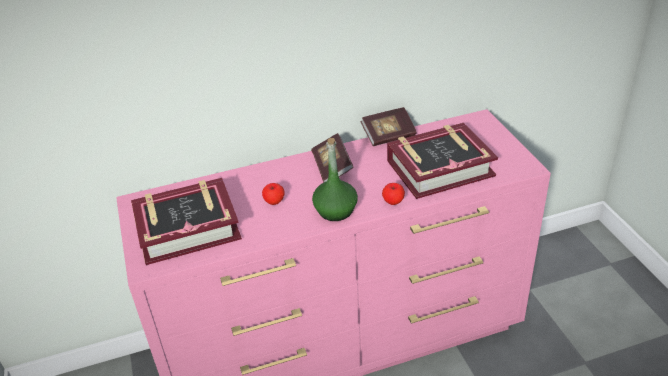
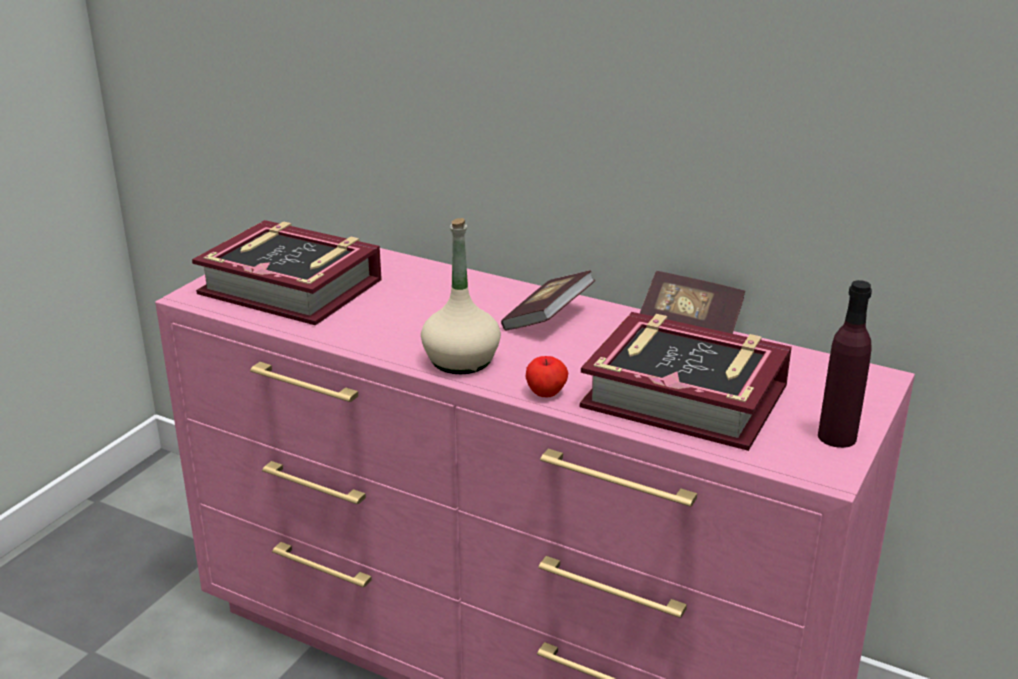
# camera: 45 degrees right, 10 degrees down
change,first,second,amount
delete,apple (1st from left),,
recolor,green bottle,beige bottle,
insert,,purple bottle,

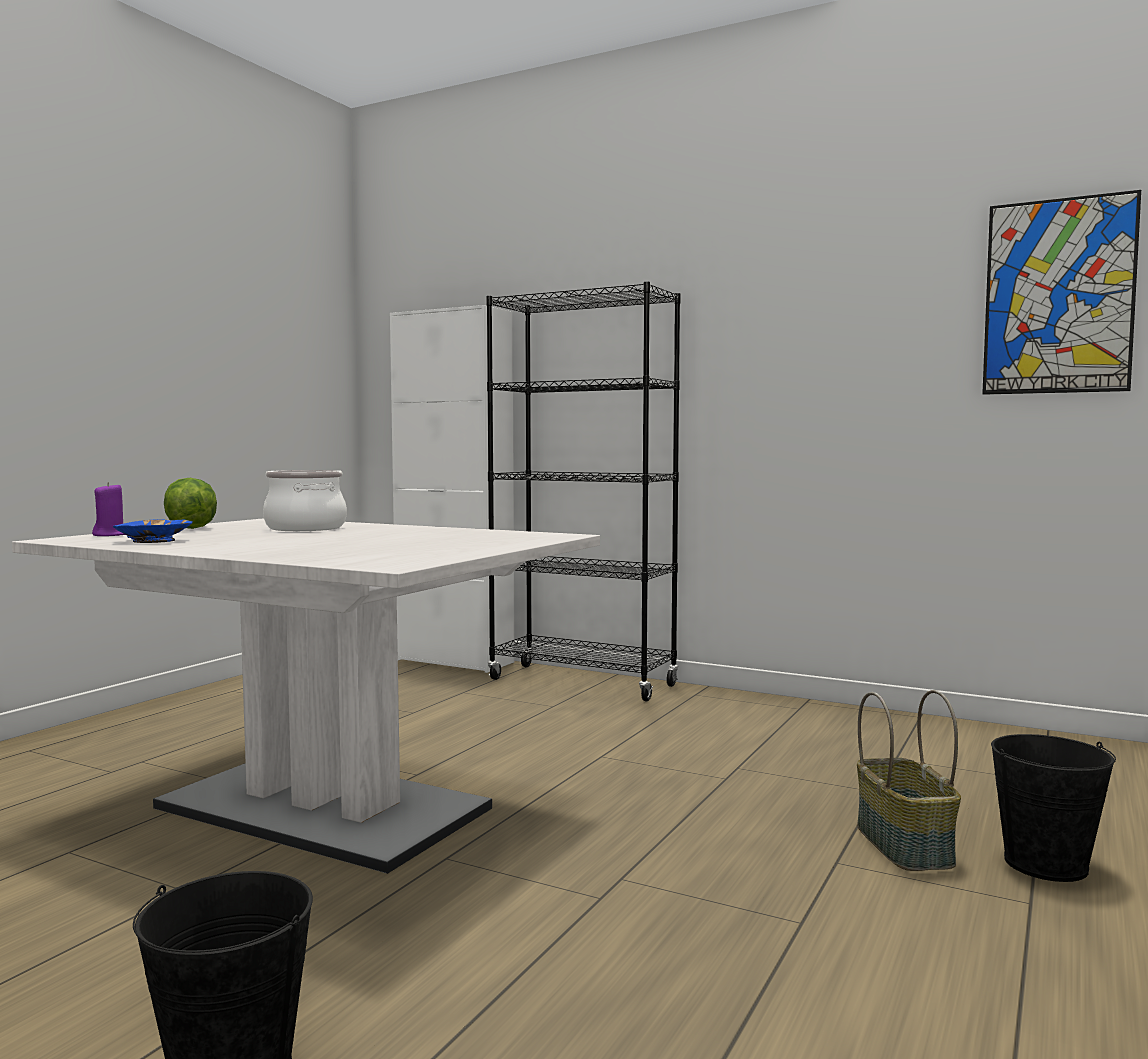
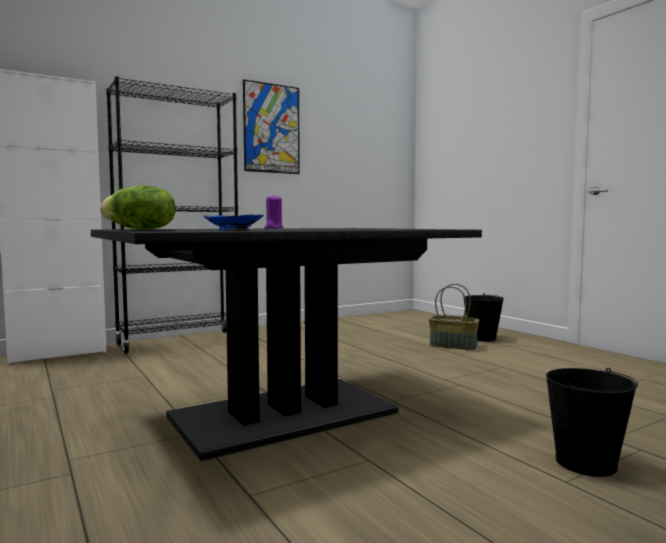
# camera: 60 degrees left, 0 degrees up
change,first,second,amount
recolor,white dining table,black dining table,
move,purple candle,,
delete,cooking pot,,
move,picture,,

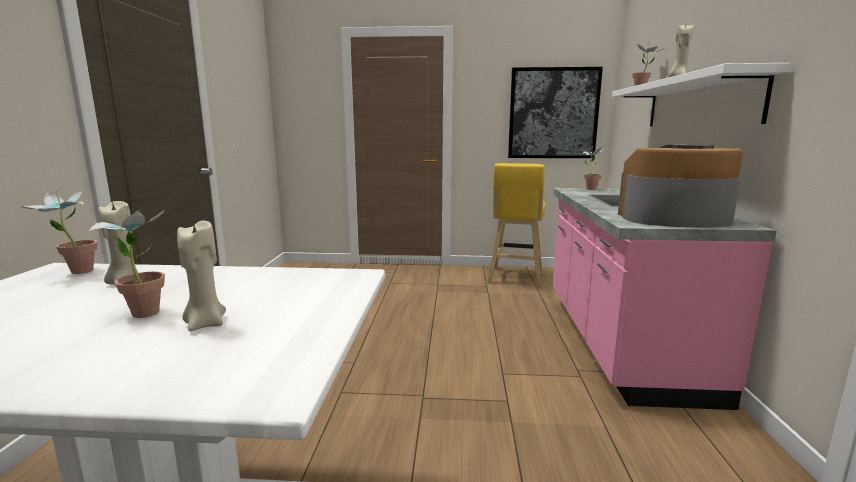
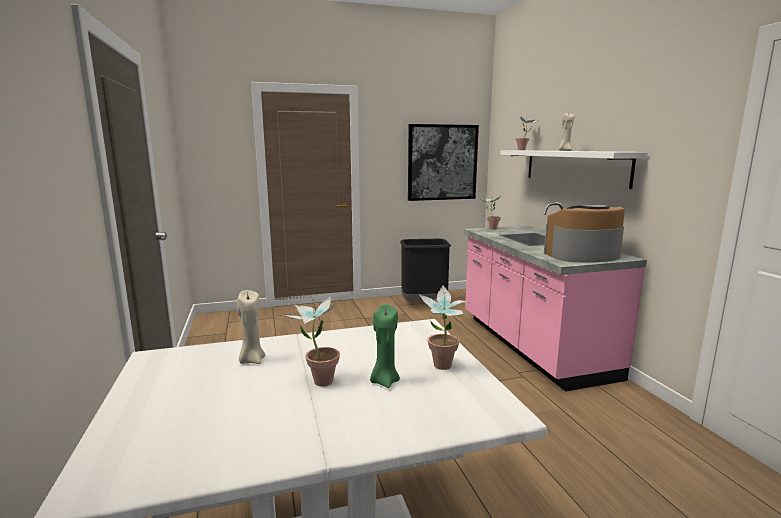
# camera: 20 degrees left, 0 degrees up
change,first,second,amount
move,potted plant (1st from left in the first image),potted plant (2nd from left),
recolor,beige candle (2nd from left),green candle,
replace,yellow stool,black trash can,

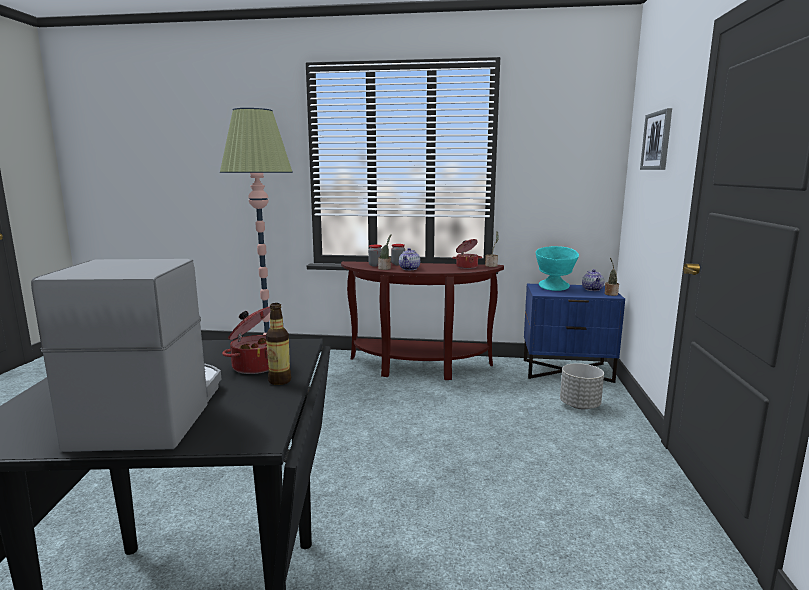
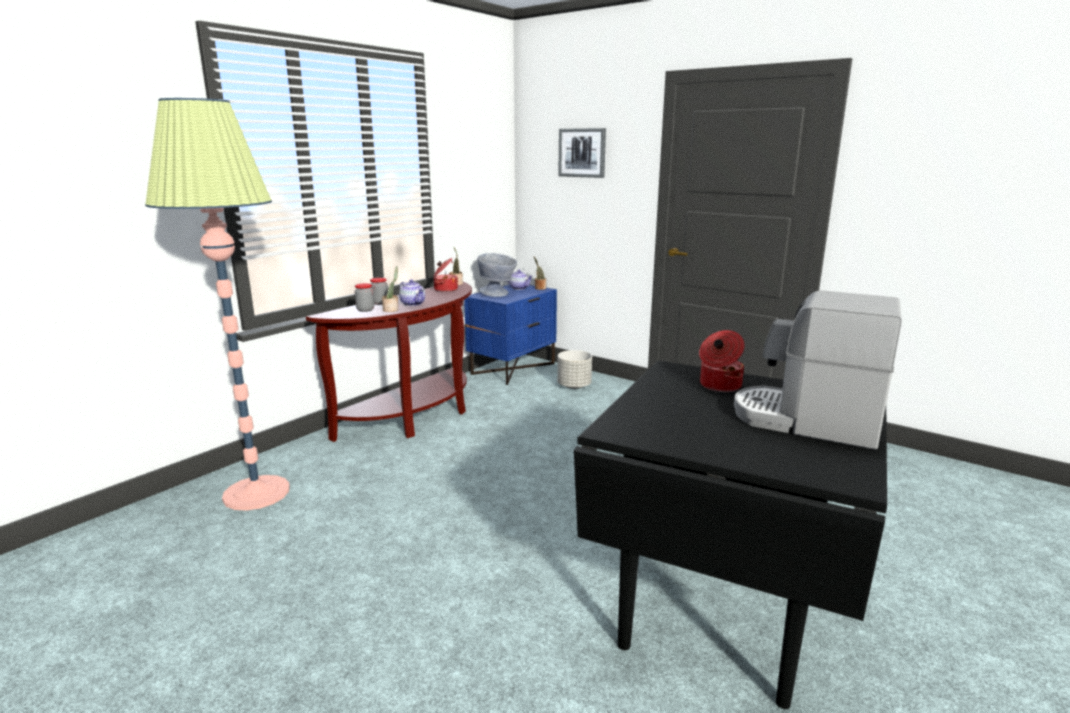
# camera: 60 degrees left, 5 degrees up
change,first,second,amount
delete,bottle,,
recolor,turquoise bowl,grey bowl,

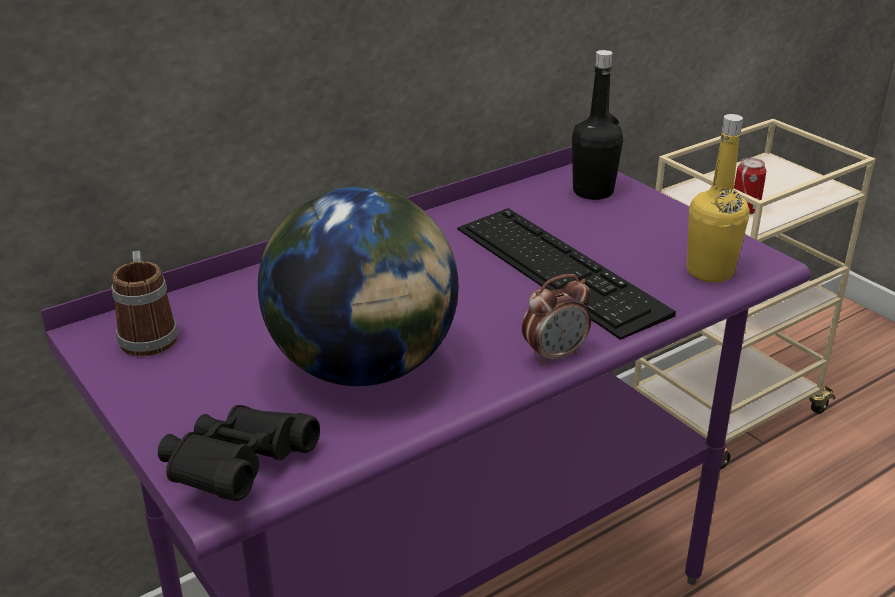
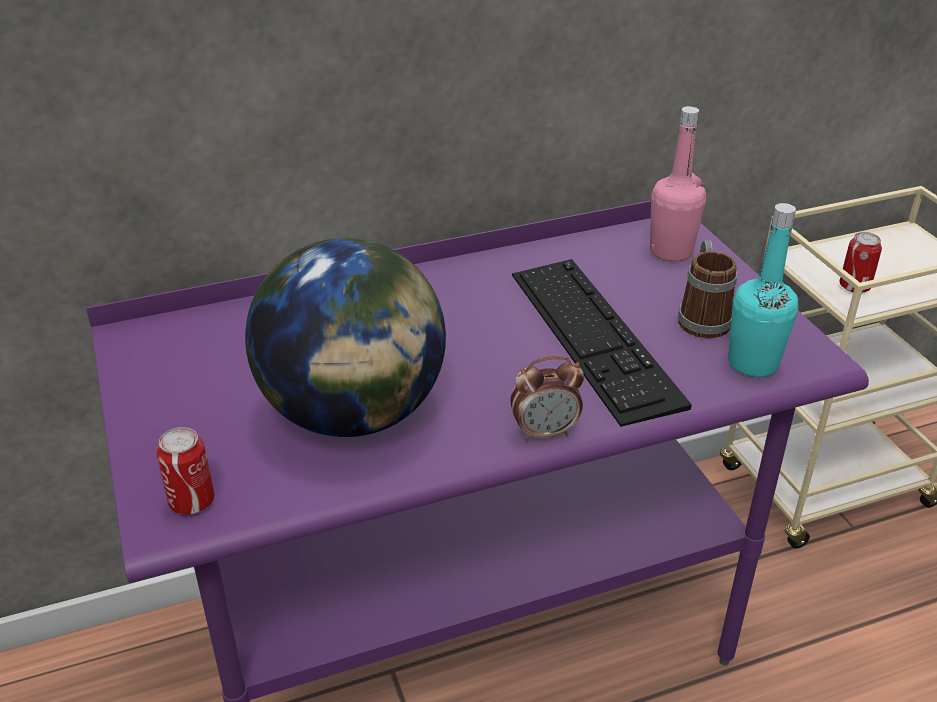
# camera: 15 degrees right, 5 degrees up
change,first,second,amount
move,mug,,
replace,black binoculars,can (1st from left),
recolor,black bottle,pink bottle,
recolor,yellow bottle,turquoise bottle,

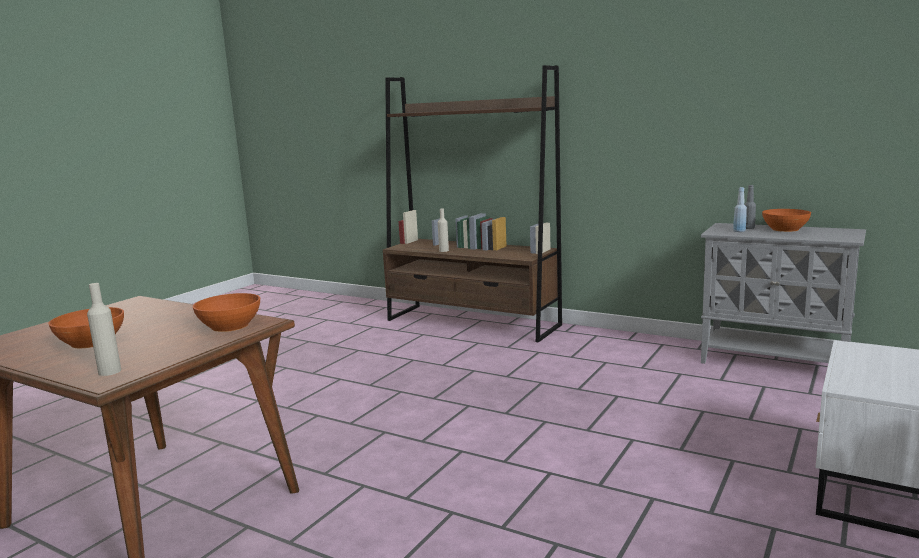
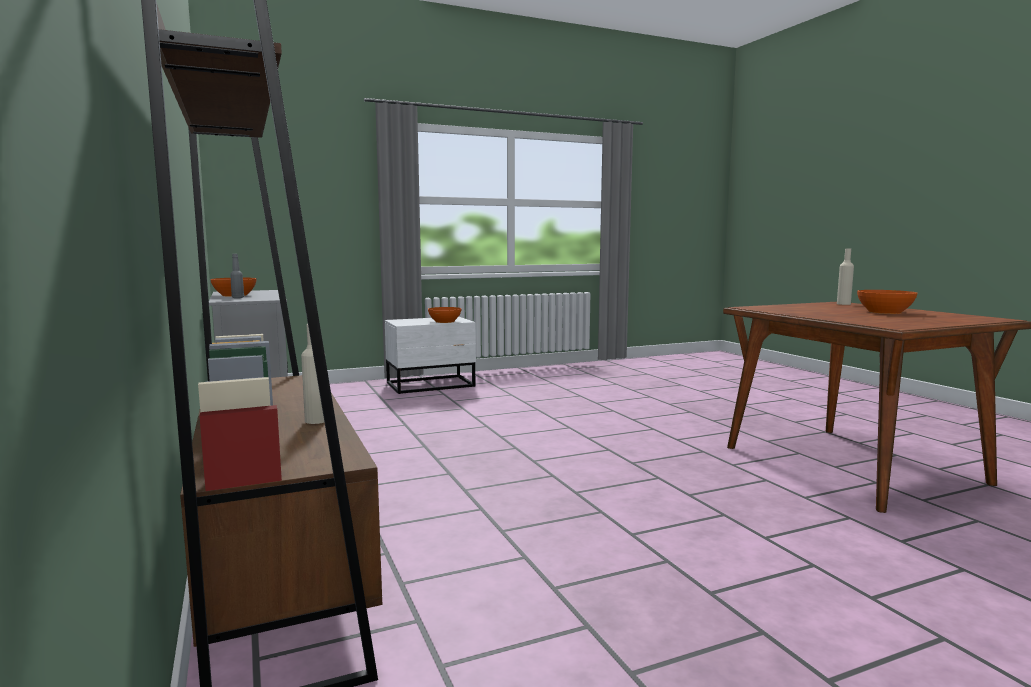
# camera: 145 degrees left, 5 degrees down
change,first,second,amount
move,orange bowl (2nd from left),,
delete,blue bottle,,

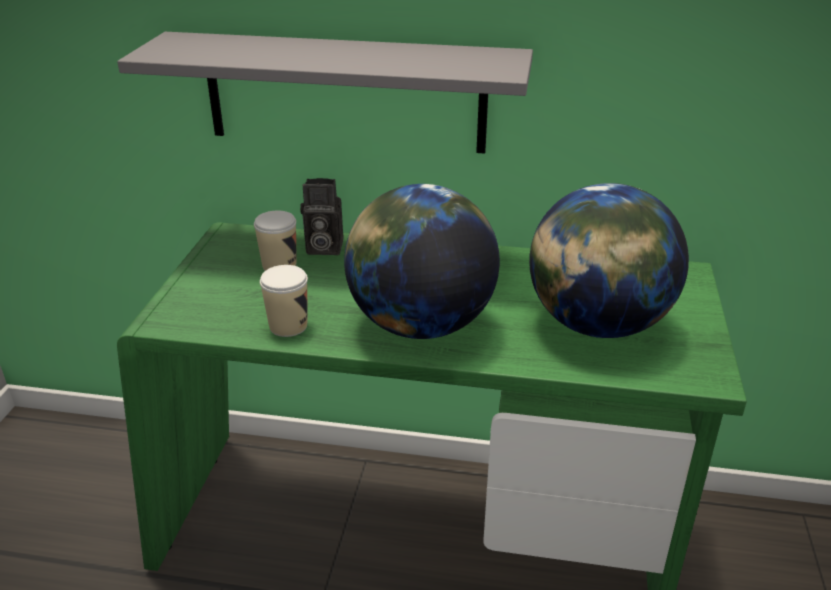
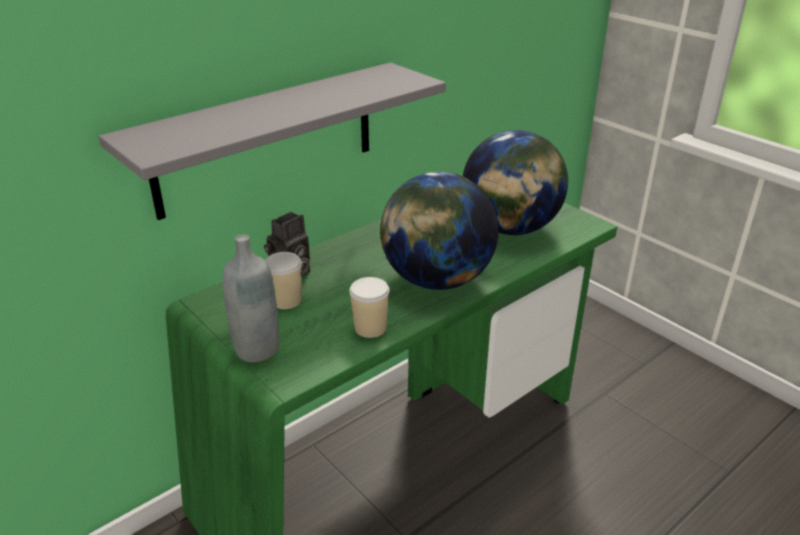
# camera: 50 degrees left, 0 degrees up
change,first,second,amount
insert,,grey bottle,

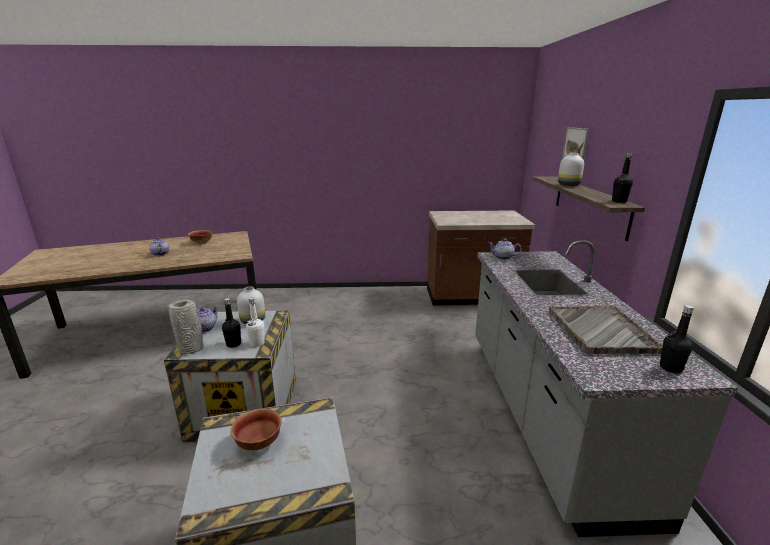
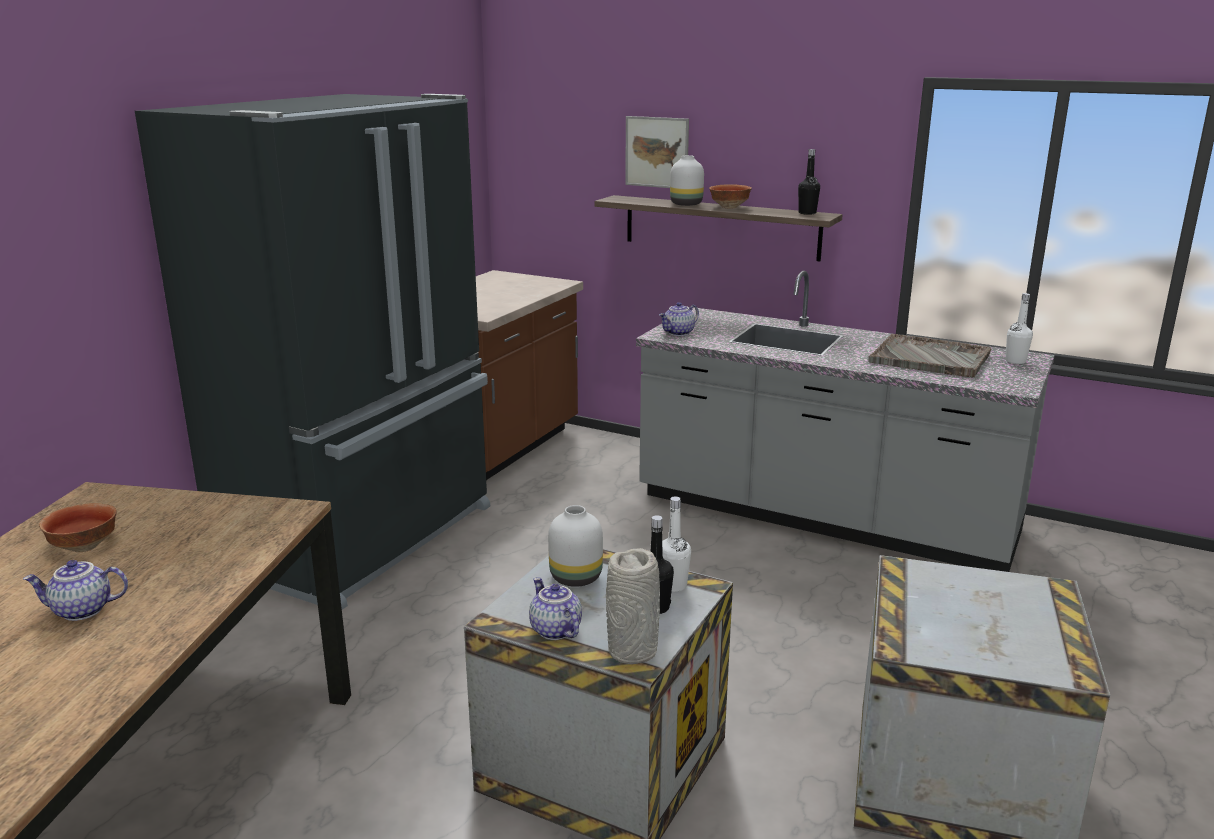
# camera: 60 degrees left, 0 degrees up
change,first,second,amount
move,bowl (2nd from left),,
recolor,black bottle (3rd from left),white bottle (2nd from left),
insert,,black fridge,

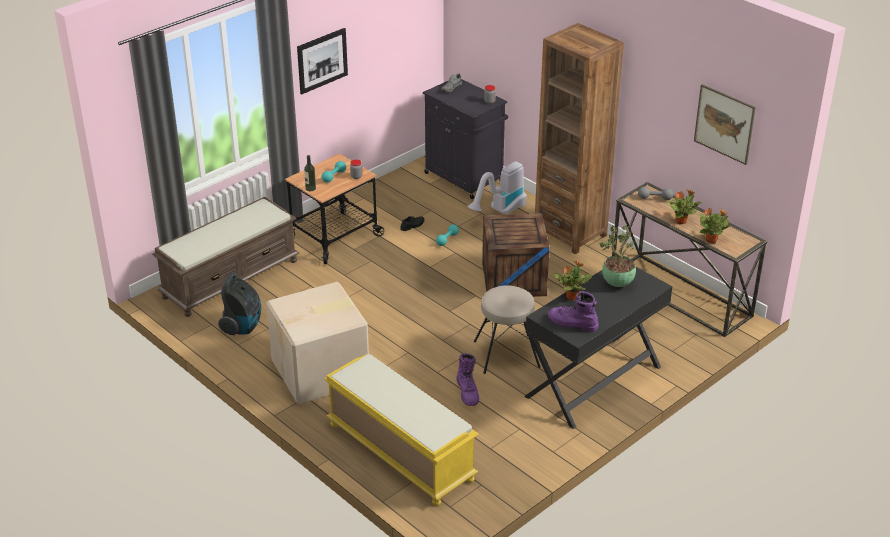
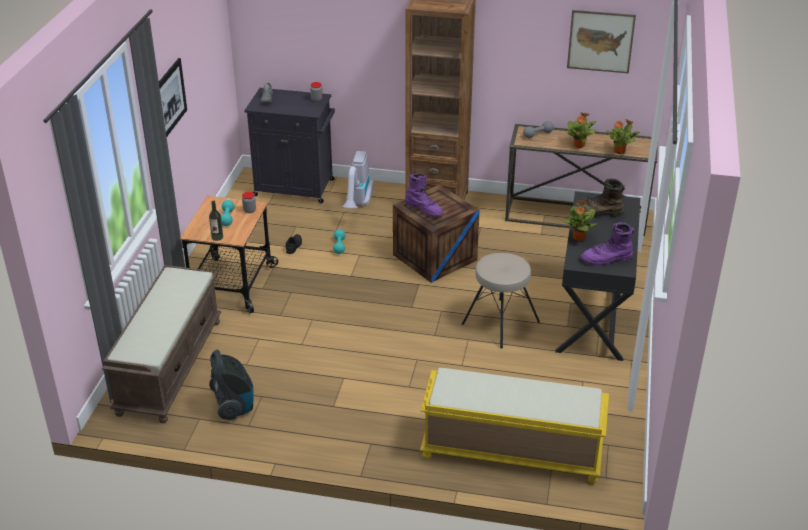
# camera: 35 degrees left, 0 degrees up
change,first,second,amount
delete,cardboard box,,
move,purple boot (1st from left),,
replace,potted plant (2nd from left),brown boot,

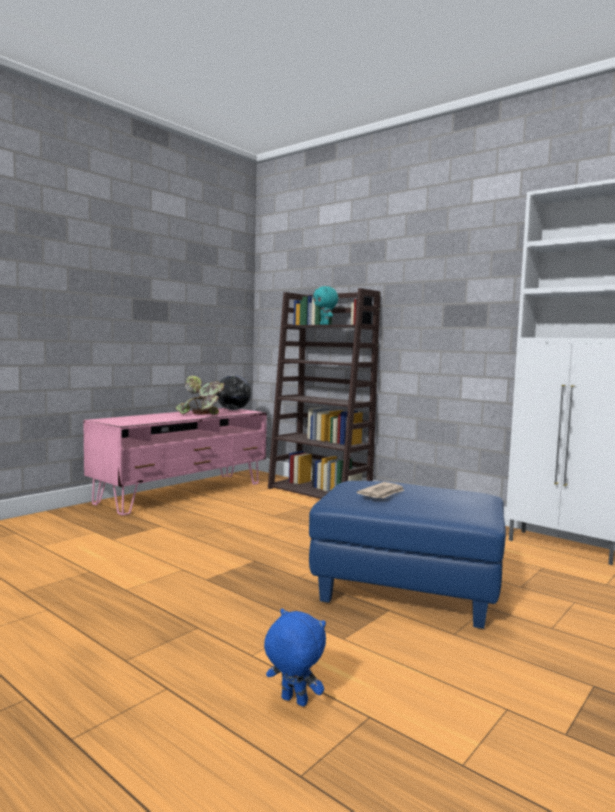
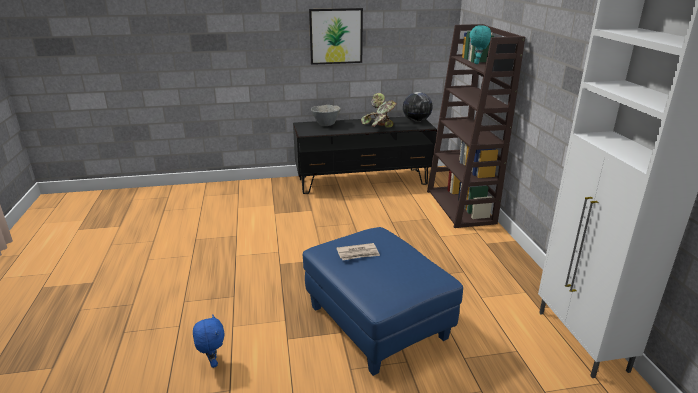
# camera: 40 degrees right, 20 degrees up
change,first,second,amount
recolor,pink tv stand,black tv stand,
insert,,picture,
insert,,grey bowl,

